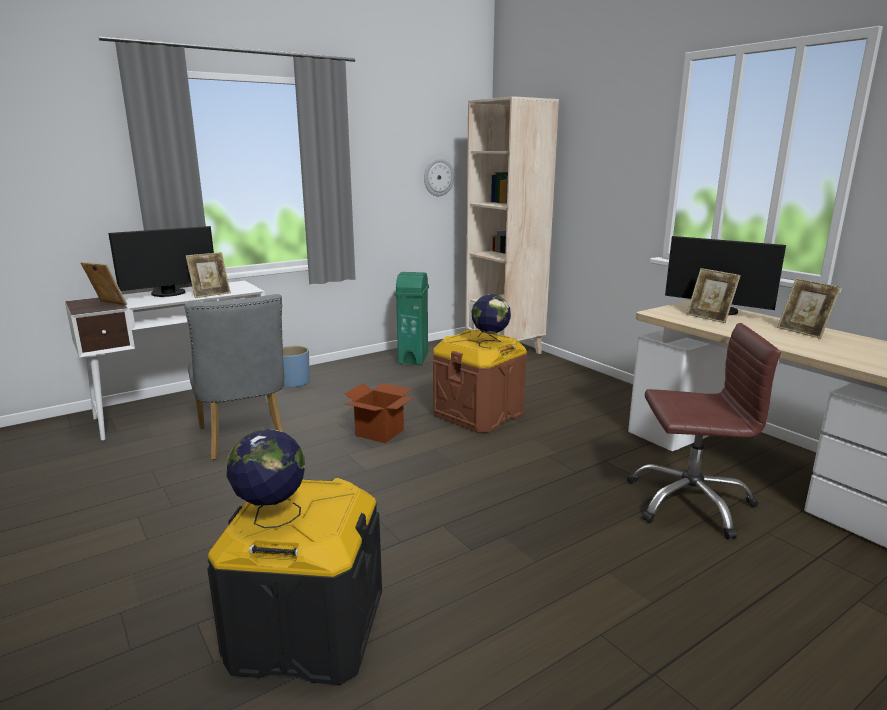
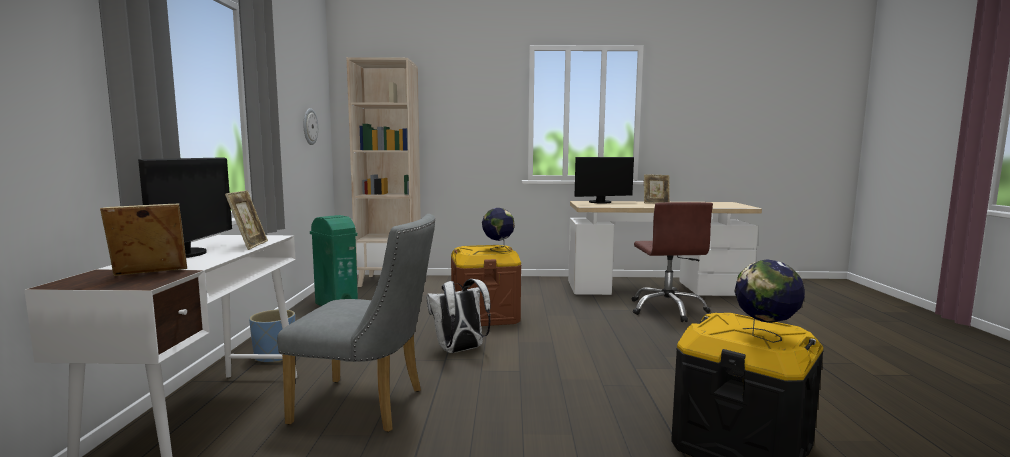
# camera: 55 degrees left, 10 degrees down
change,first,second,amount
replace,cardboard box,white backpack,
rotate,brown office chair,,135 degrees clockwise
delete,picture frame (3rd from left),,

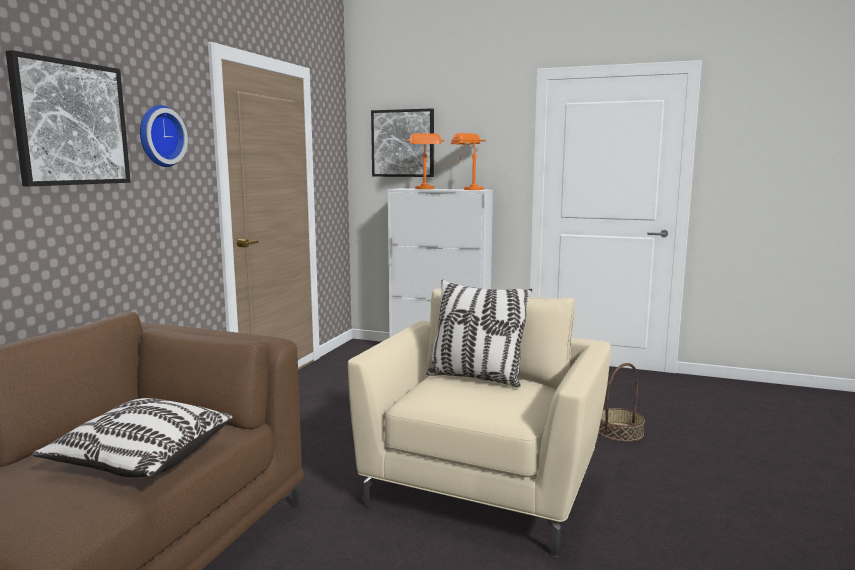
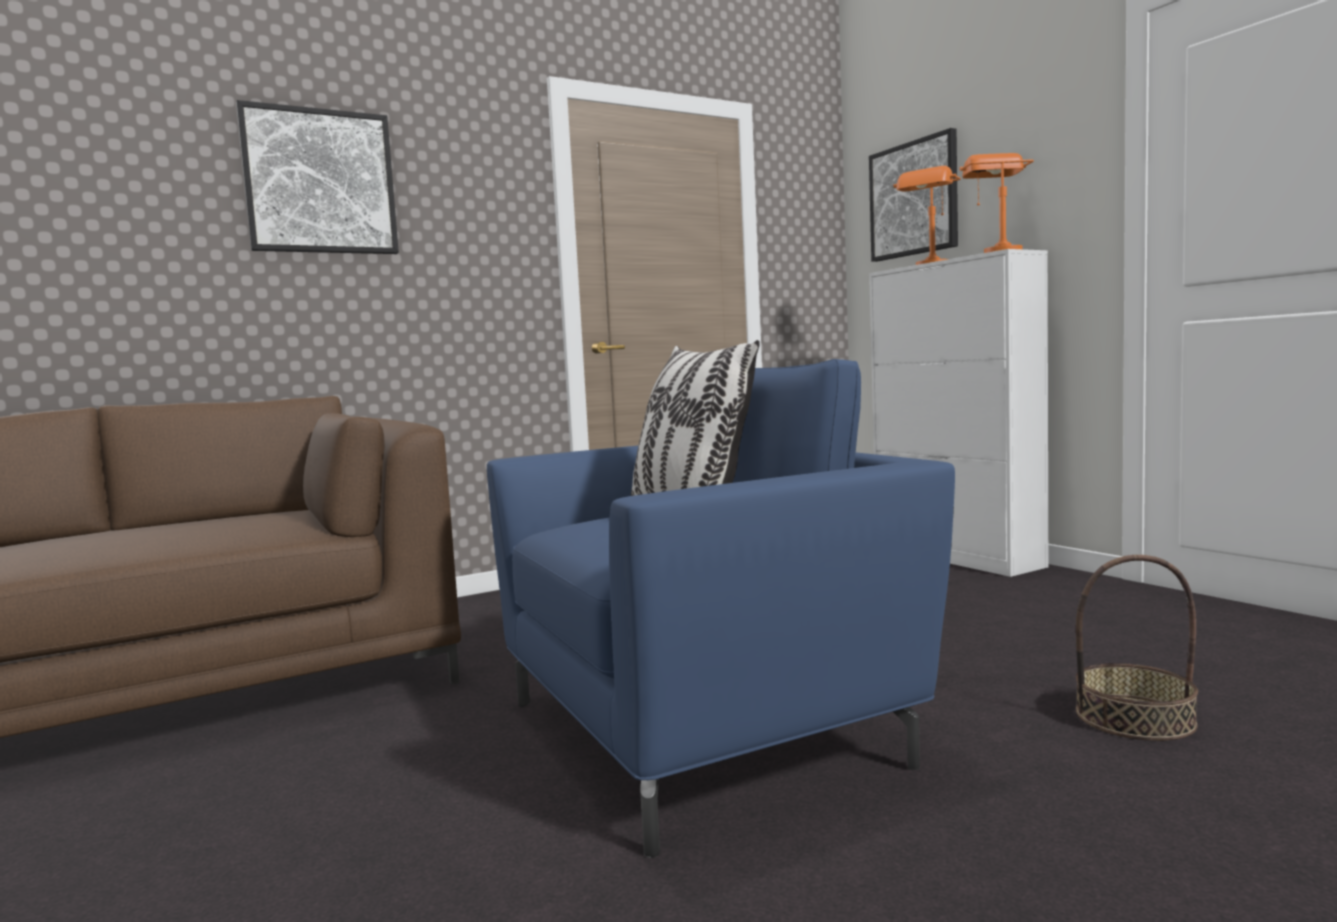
# camera: 40 degrees right, 5 degrees down
change,first,second,amount
delete,pillow (1st from left),,
delete,wall clock,,
recolor,beige armchair,blue armchair,

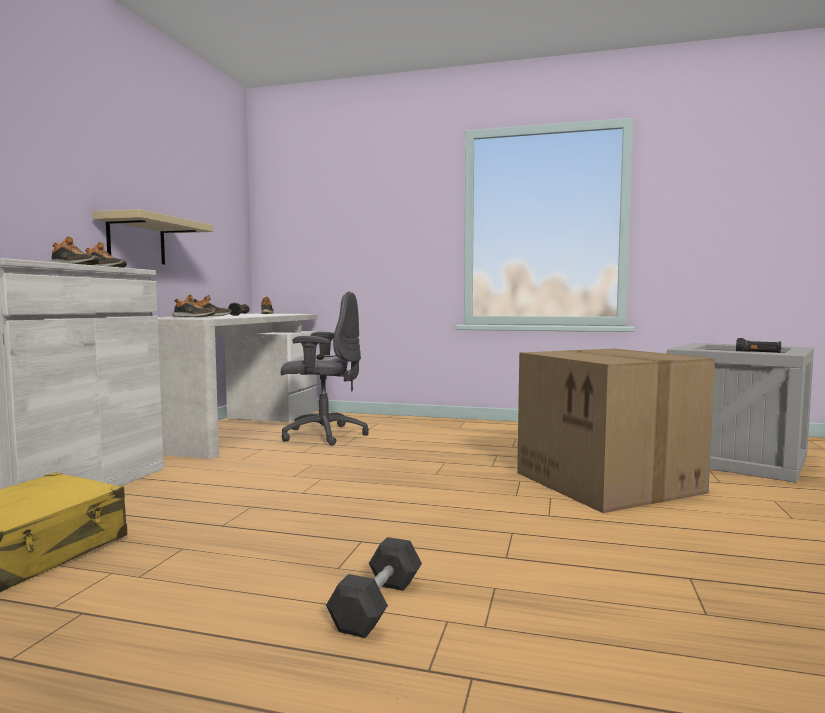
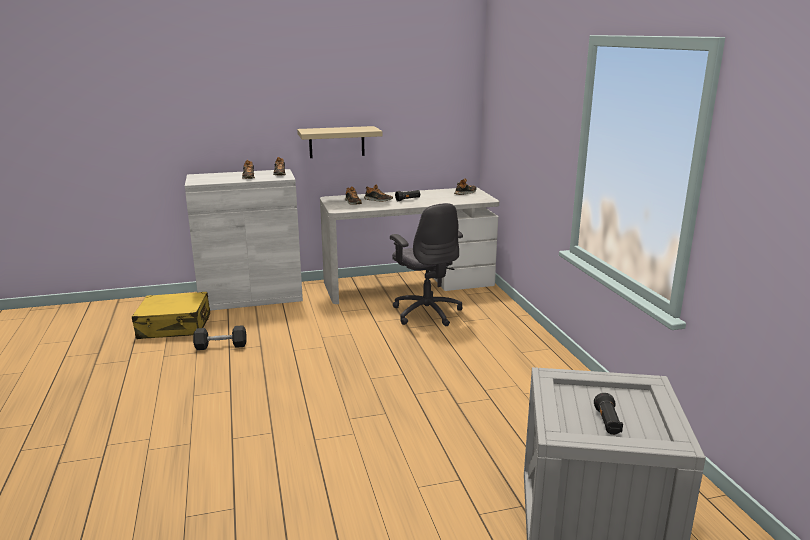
# camera: 60 degrees right, 15 degrees up
change,first,second,amount
move,grey dumbbell,,
delete,cardboard box,,

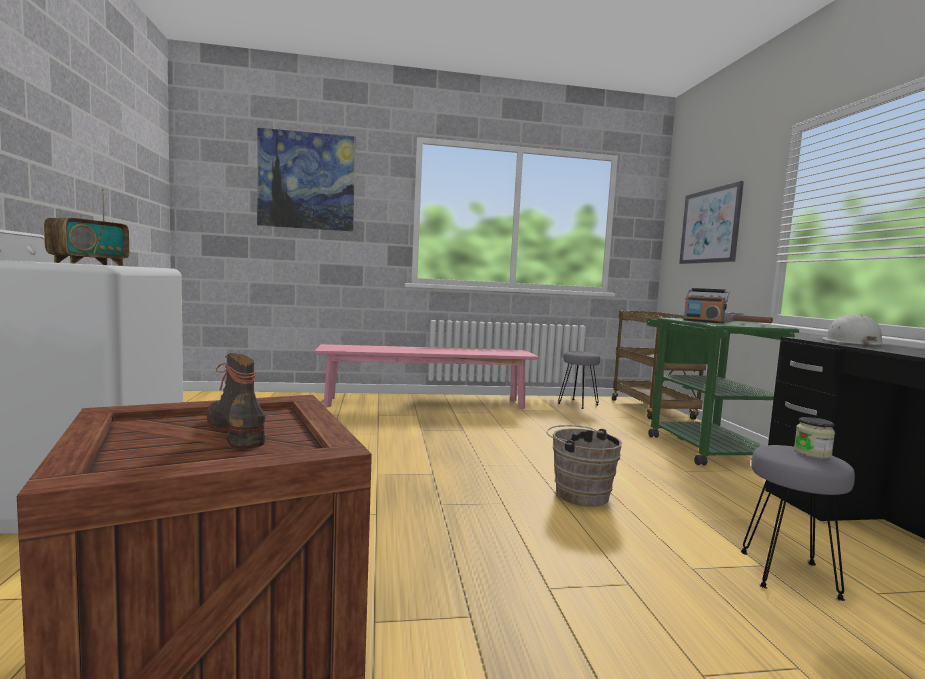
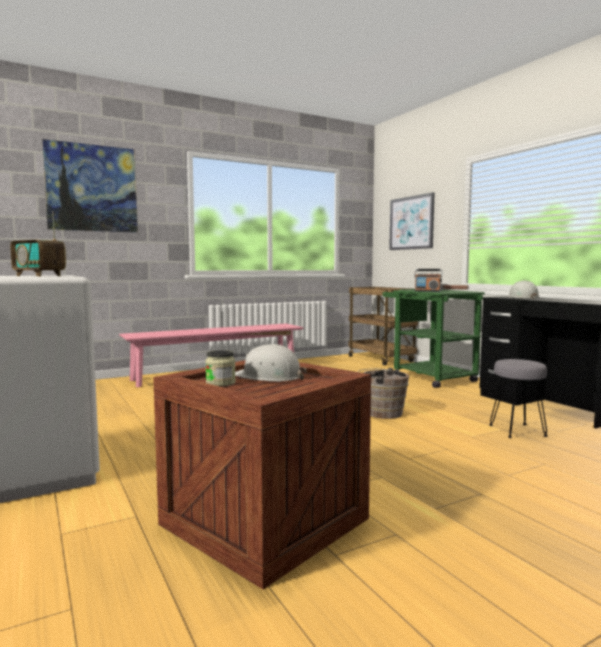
# camera: 20 degrees left, 0 degrees up
change,first,second,amount
rotate,radio (1st from left),,120 degrees clockwise
replace,boot,white hard hat (1st from left),
delete,grey stool (1st from left),,
move,jar,,

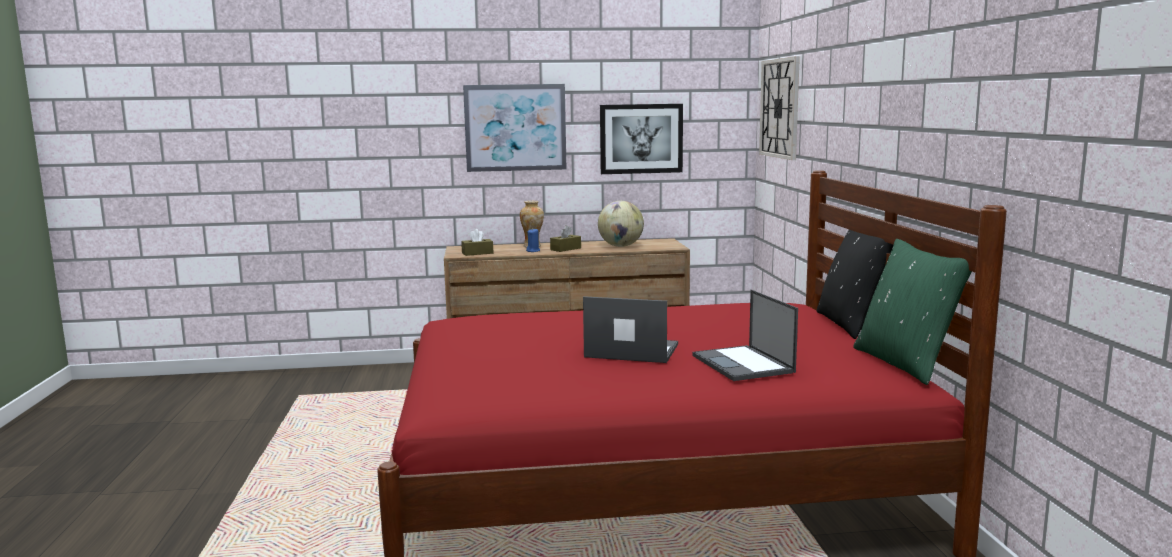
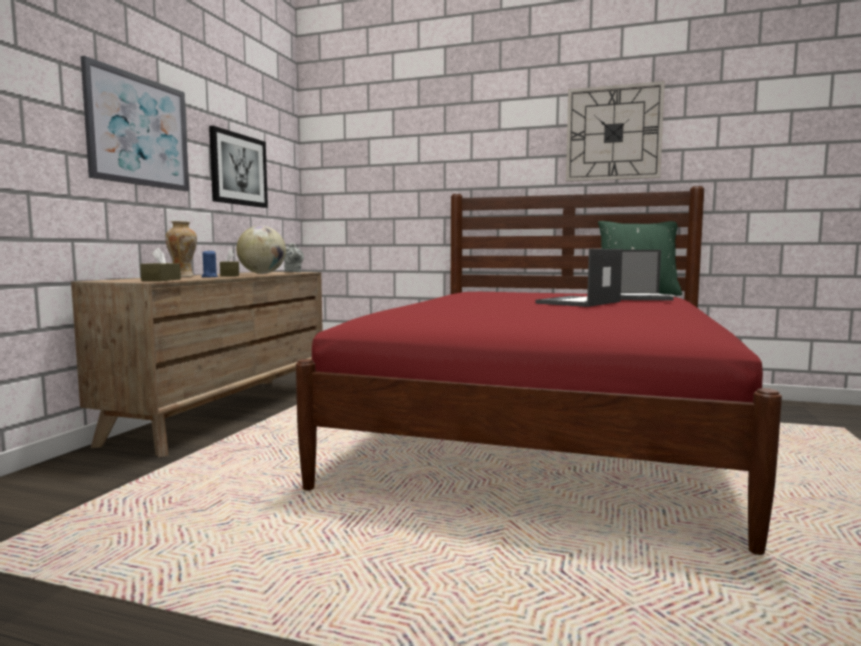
# camera: 65 degrees left, 5 degrees down
change,first,second,amount
move,wall clock,,
delete,black pillow,,
insert,,grey teapot,

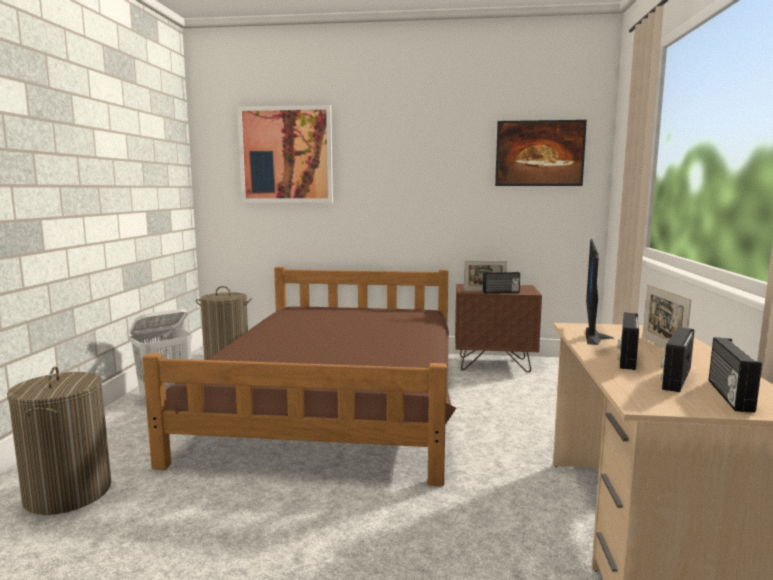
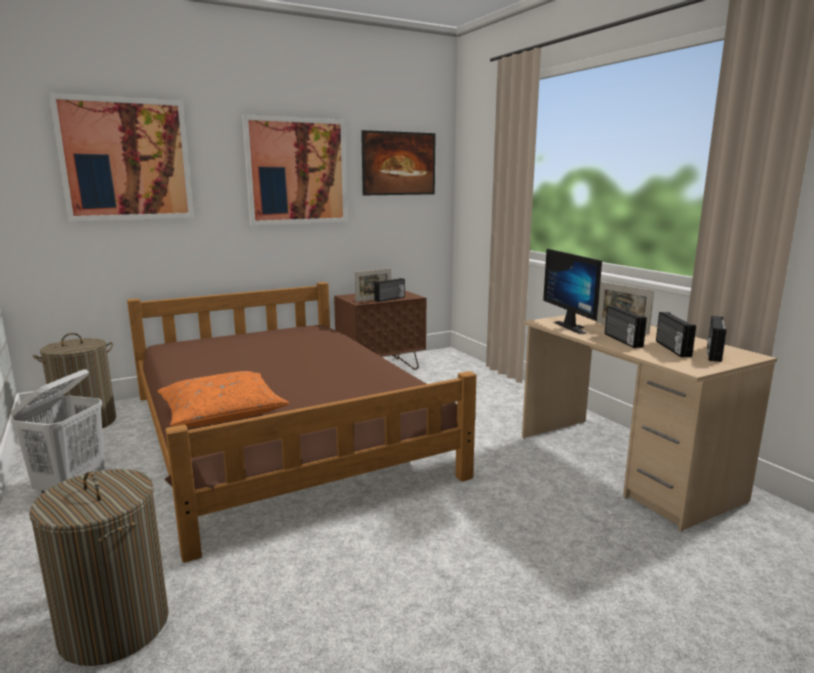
# camera: 35 degrees left, 5 degrees up
change,first,second,amount
rotate,radio (4th from left),,45 degrees clockwise
insert,,orange pillow,
insert,,picture (2nd from left),

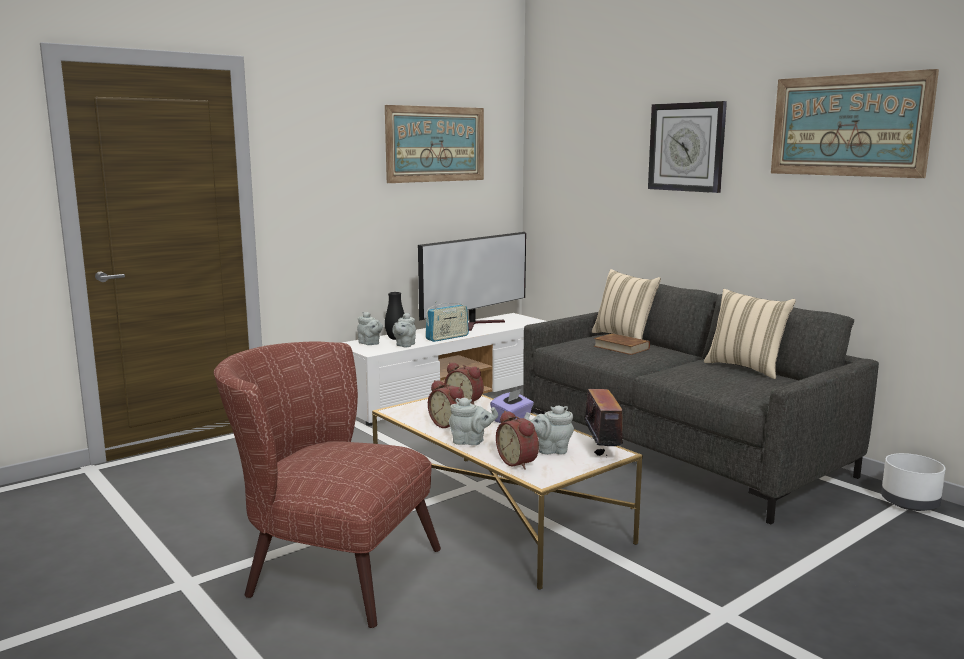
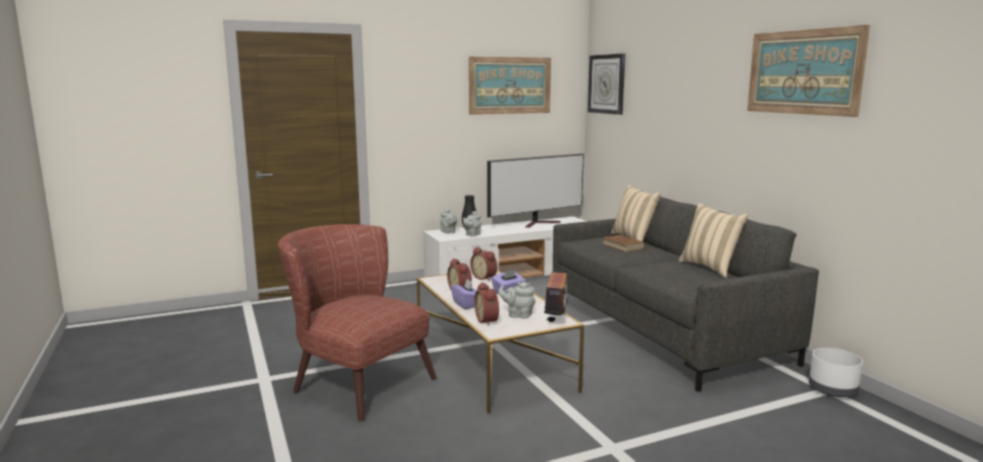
# camera: 15 degrees right, 0 degrees up
change,first,second,amount
delete,radio (1st from left),,
replace,grey teapot (3rd from left),purple tissue box (1st from left),
move,wall clock,,

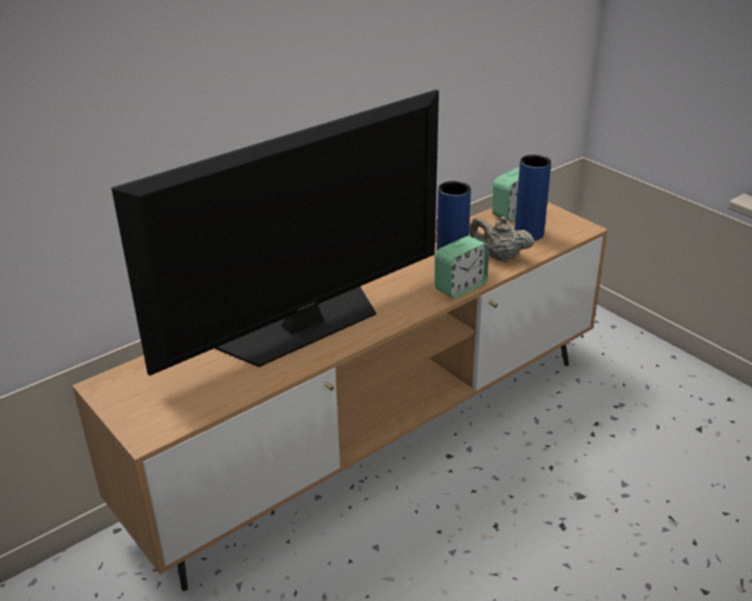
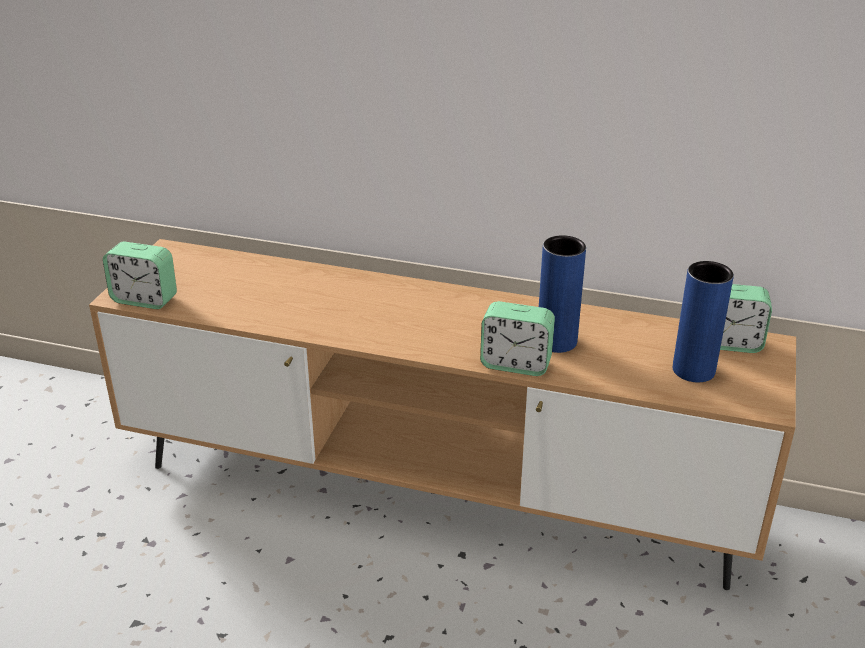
# camera: 55 degrees right, 0 degrees up
change,first,second,amount
delete,television,,
delete,beige teapot,,
insert,,alarm clock (1st from left),

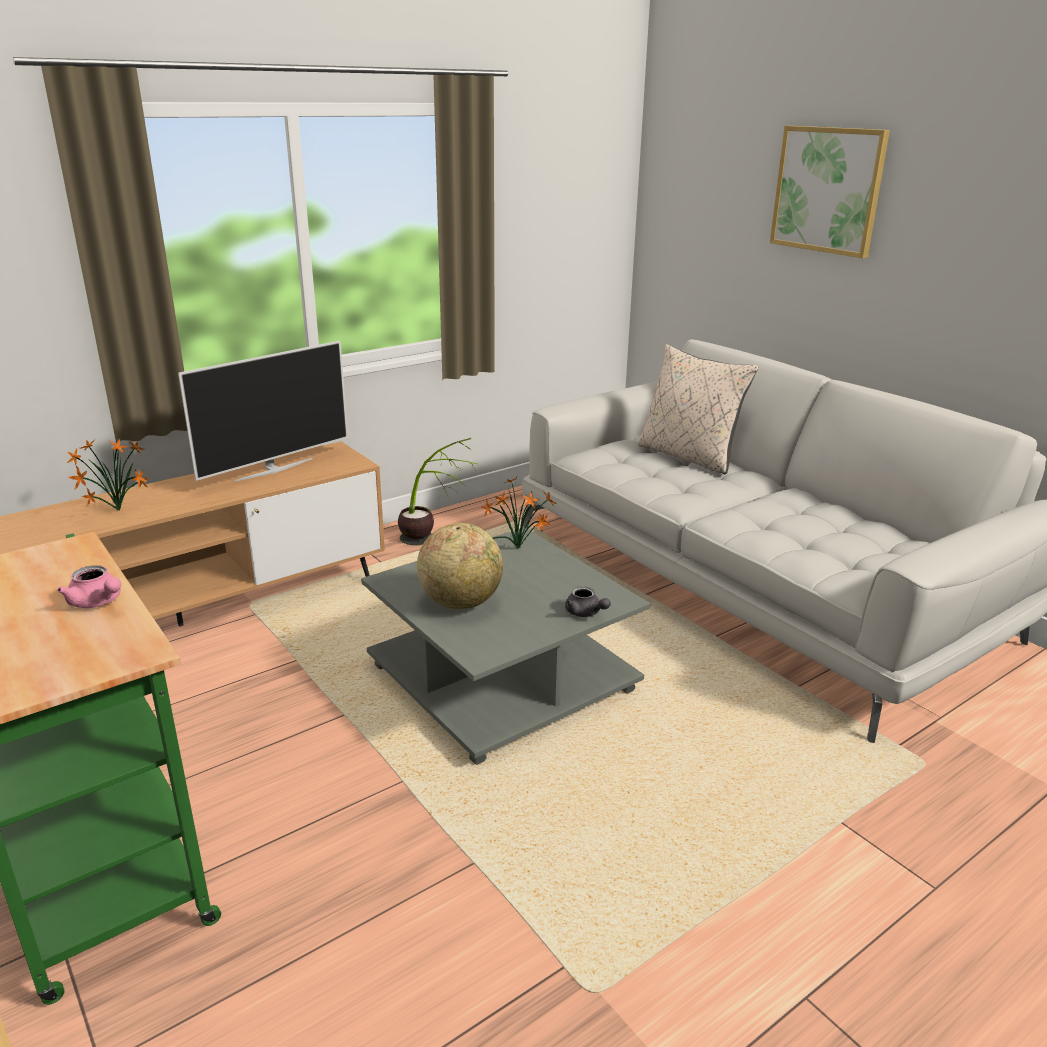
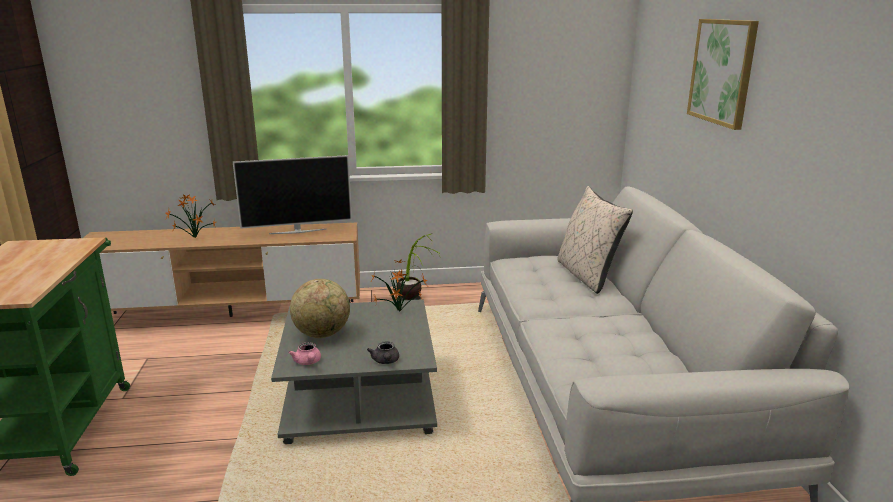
# camera: 30 degrees right, 5 degrees down
change,first,second,amount
move,pink teapot,,

